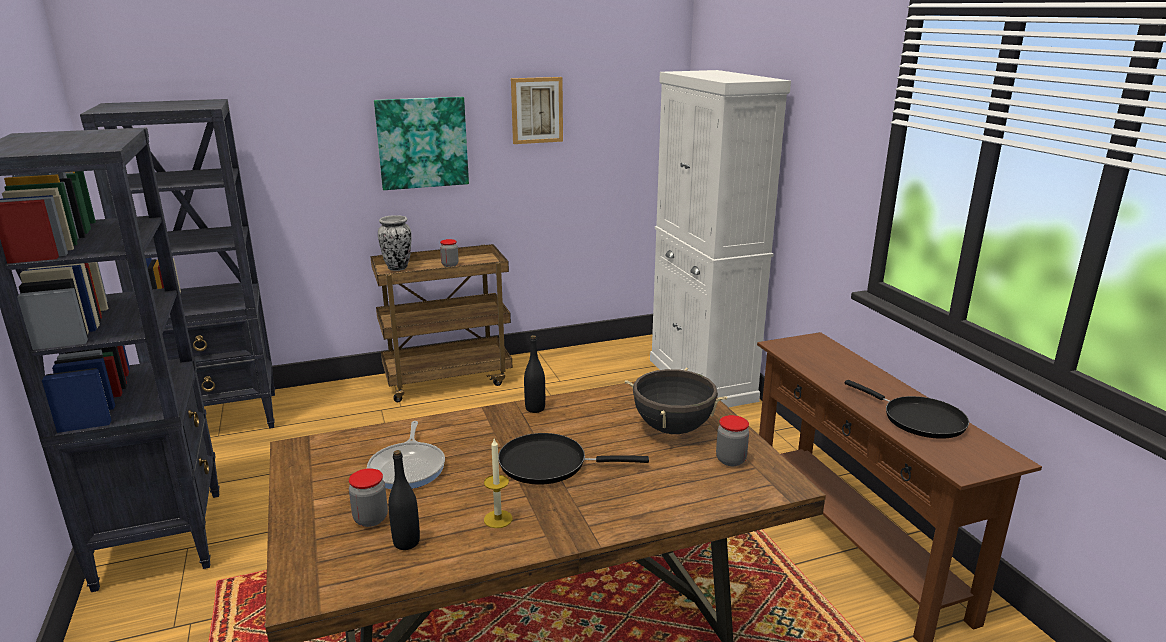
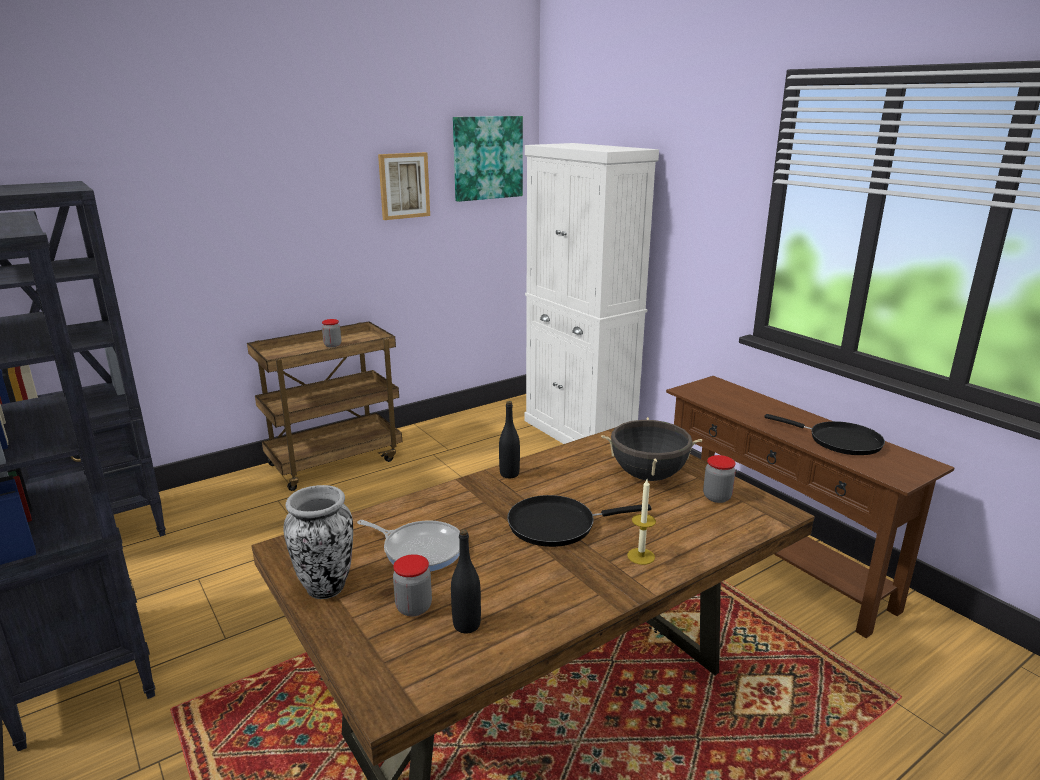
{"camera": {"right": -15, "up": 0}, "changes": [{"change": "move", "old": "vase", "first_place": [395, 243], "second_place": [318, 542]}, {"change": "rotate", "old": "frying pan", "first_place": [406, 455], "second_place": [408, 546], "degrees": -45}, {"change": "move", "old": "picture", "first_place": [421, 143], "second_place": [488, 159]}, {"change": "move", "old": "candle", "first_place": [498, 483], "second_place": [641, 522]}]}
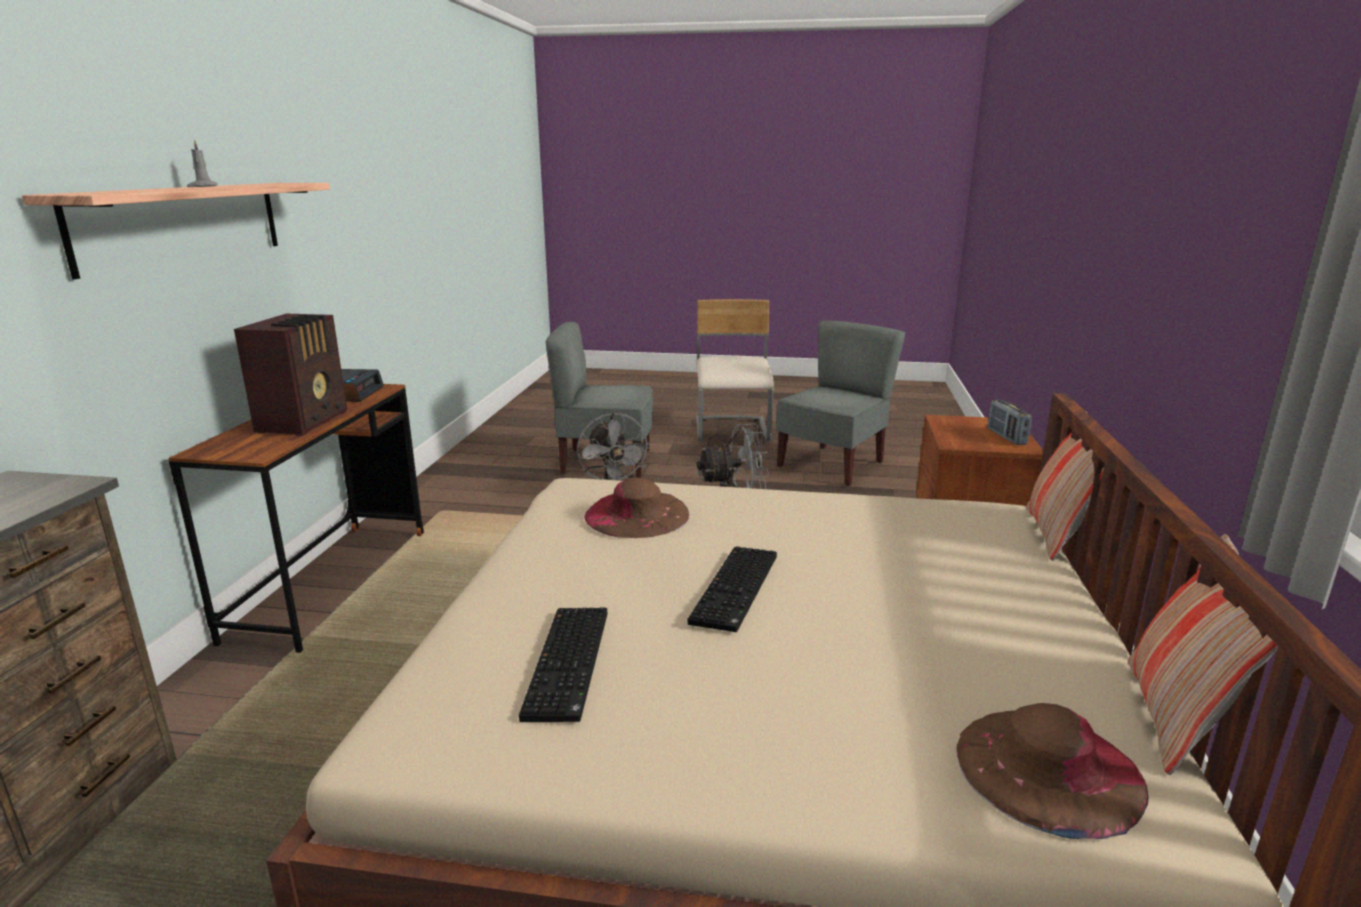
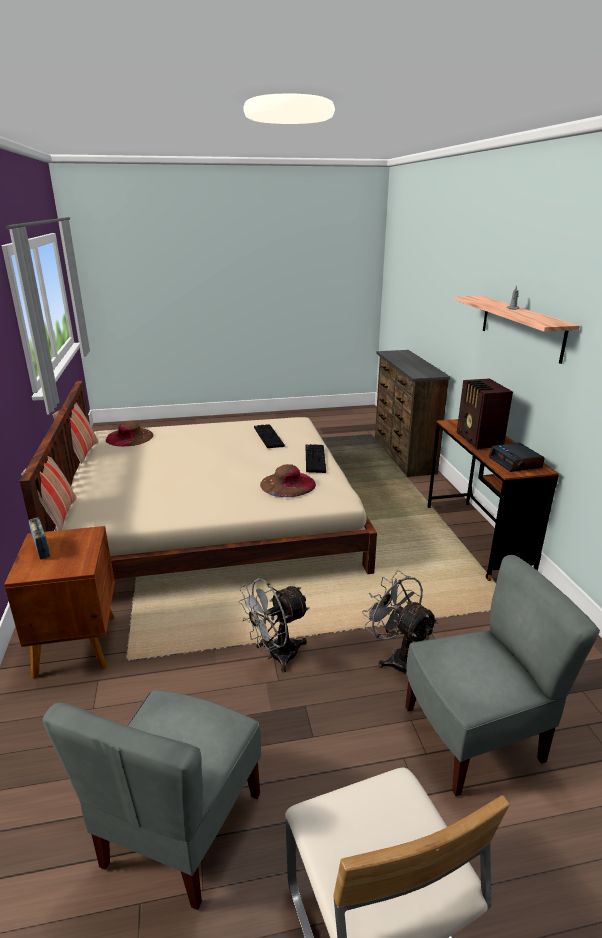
{"camera": {"right": 160, "up": 5}, "changes": [{"change": "move", "old": "keyboard", "first_place": [732, 589], "second_place": [316, 458]}]}
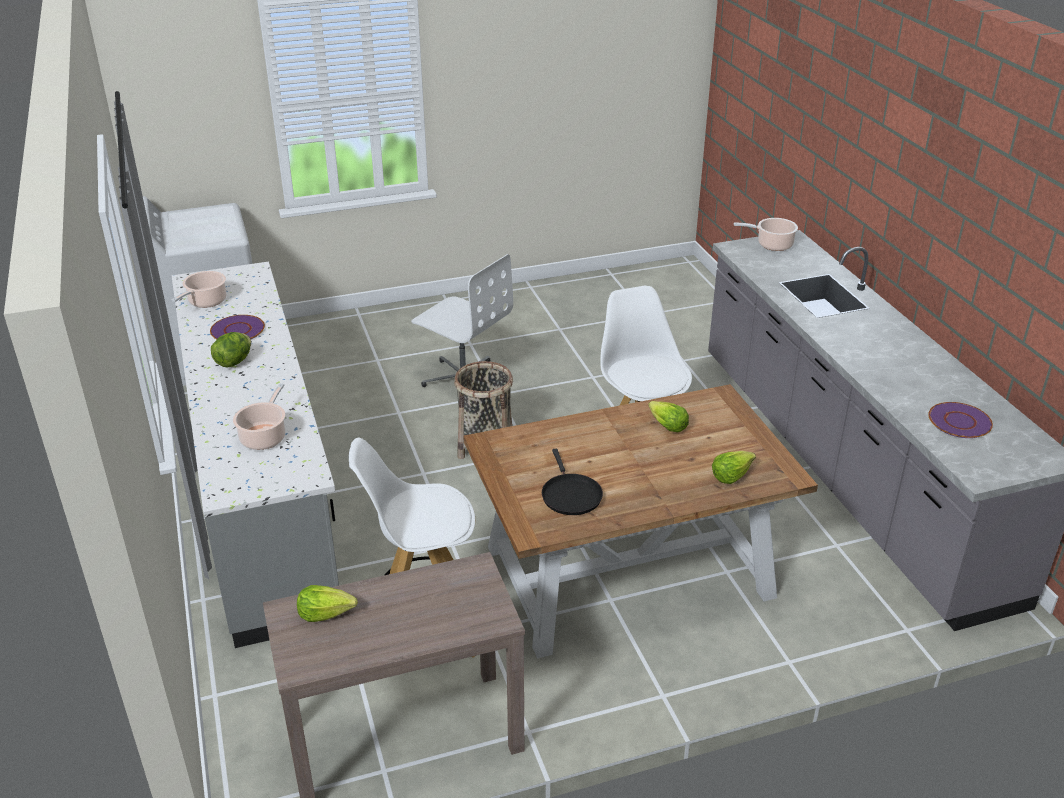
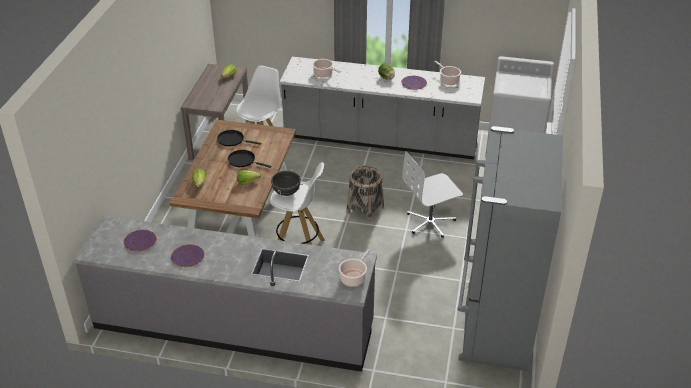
{"camera": {"right": 120, "up": 5}, "changes": [{"change": "insert", "new": "purple plate", "second_place": [188, 255]}, {"change": "insert", "new": "black frying pan", "second_place": [250, 159]}, {"change": "insert", "new": "black cooking pot", "second_place": [286, 183]}, {"change": "insert", "new": "grey fridge", "second_place": [510, 248]}]}
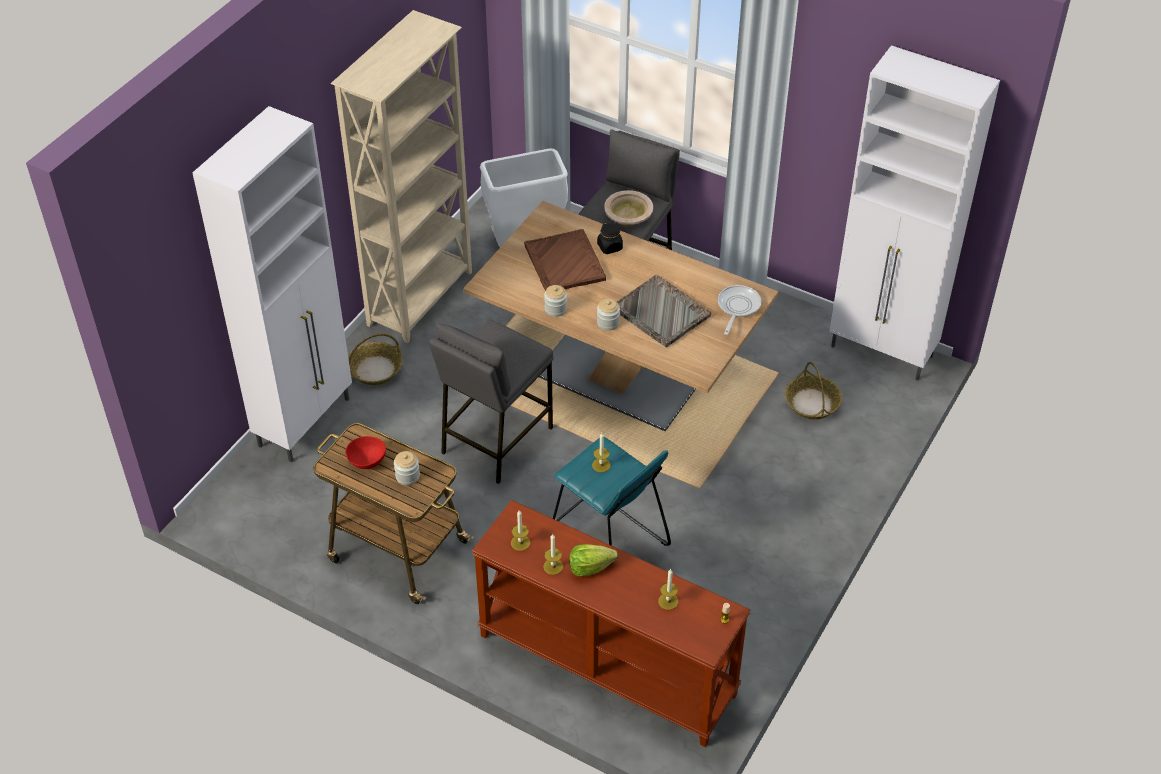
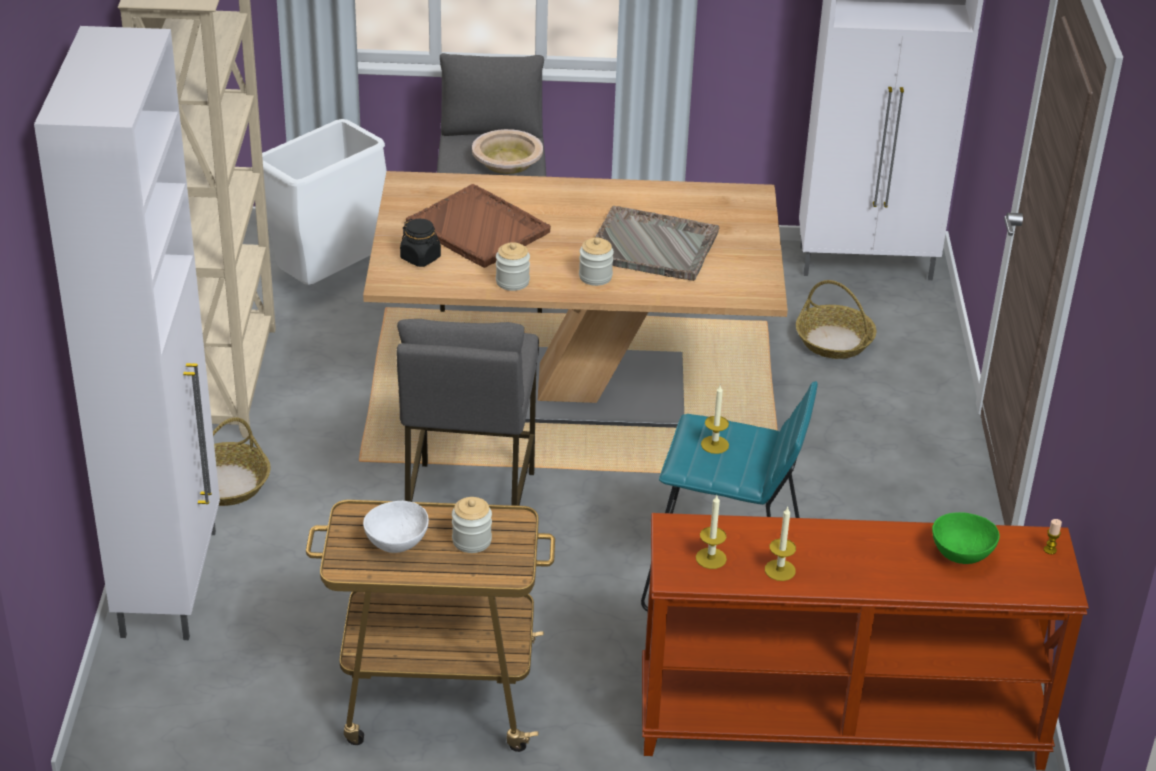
{"camera": {"right": -30, "up": -10}, "changes": [{"change": "recolor", "old": "red bowl", "new": "white bowl", "first_place": [366, 452], "second_place": [396, 527]}, {"change": "move", "old": "black jar", "first_place": [610, 238], "second_place": [420, 243]}, {"change": "replace", "old": "candle", "new": "green bowl", "first_place": [668, 589], "second_place": [966, 538]}, {"change": "delete", "old": "lettuce", "first_place": [593, 560]}, {"change": "delete", "old": "frying pan", "first_place": [739, 310]}]}
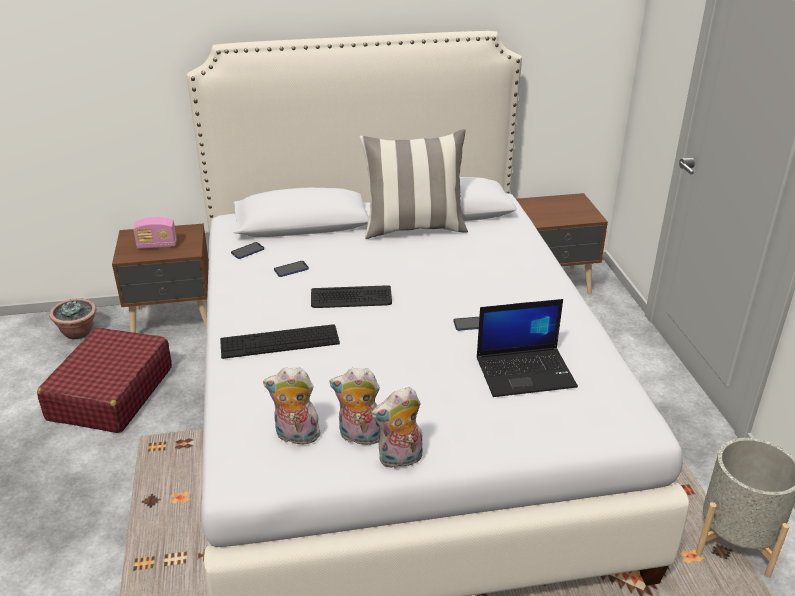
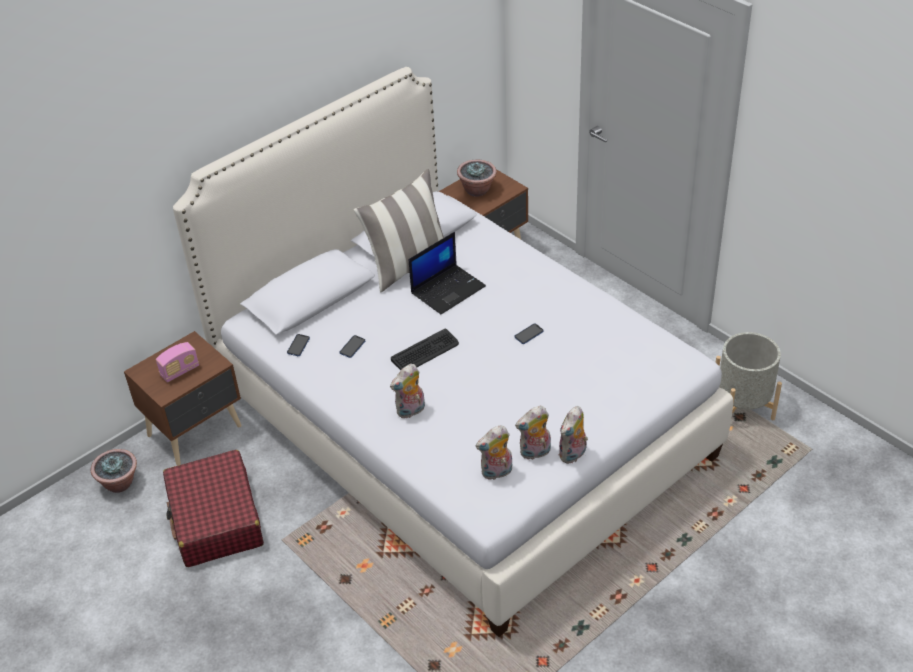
{"camera": {"right": -30, "up": 10}, "changes": [{"change": "replace", "old": "keyboard", "new": "plush toy", "first_place": [280, 341], "second_place": [407, 391]}, {"change": "move", "old": "laptop", "first_place": [527, 348], "second_place": [447, 273]}, {"change": "insert", "new": "potted plant", "second_place": [477, 178]}]}
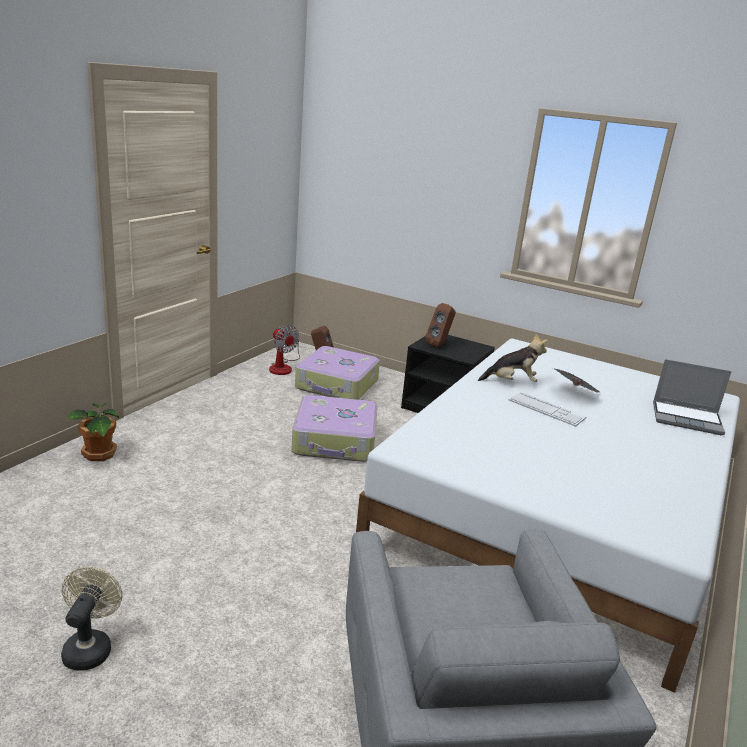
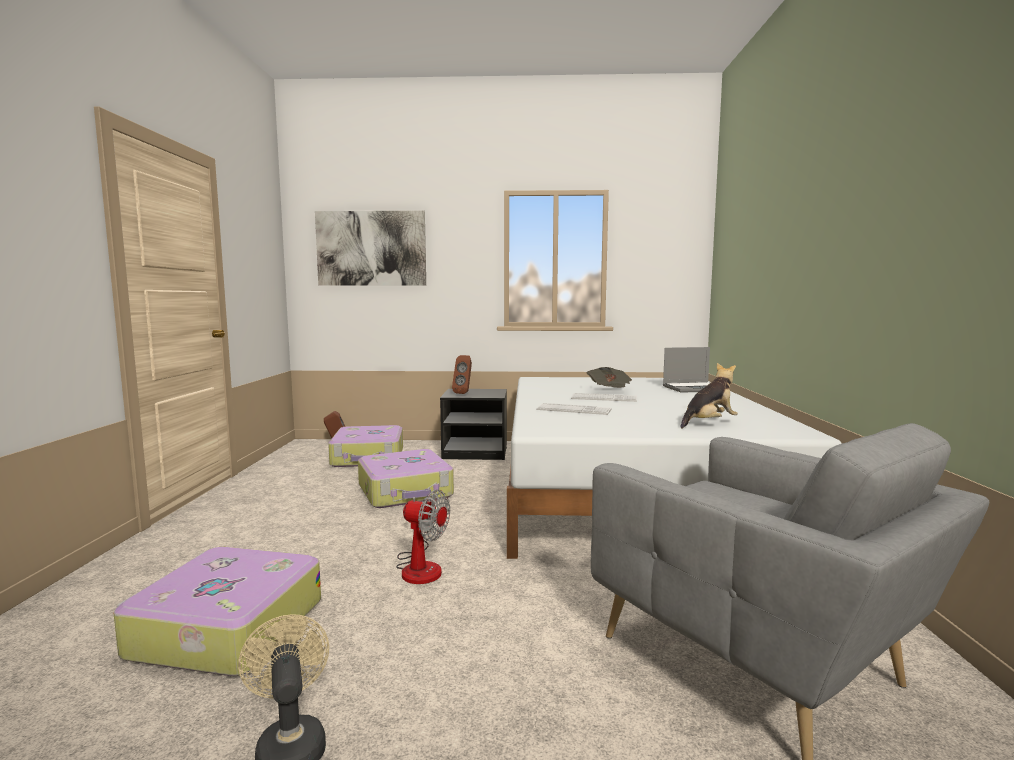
{"camera": {"right": -25, "up": -15}, "changes": [{"change": "insert", "new": "suitcase", "second_place": [217, 611]}, {"change": "insert", "new": "picture", "second_place": [370, 248]}, {"change": "move", "old": "fan", "first_place": [284, 350], "second_place": [423, 537]}, {"change": "insert", "new": "keyboard", "second_place": [574, 409]}, {"change": "move", "old": "plush toy", "first_place": [513, 358], "second_place": [709, 396]}, {"change": "delete", "old": "potted plant", "first_place": [92, 432]}]}
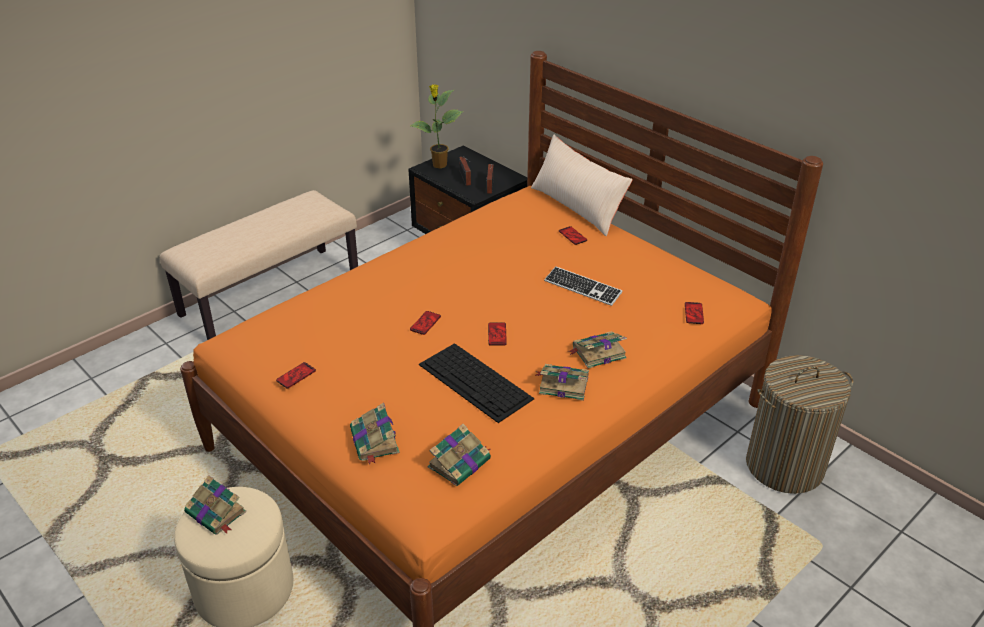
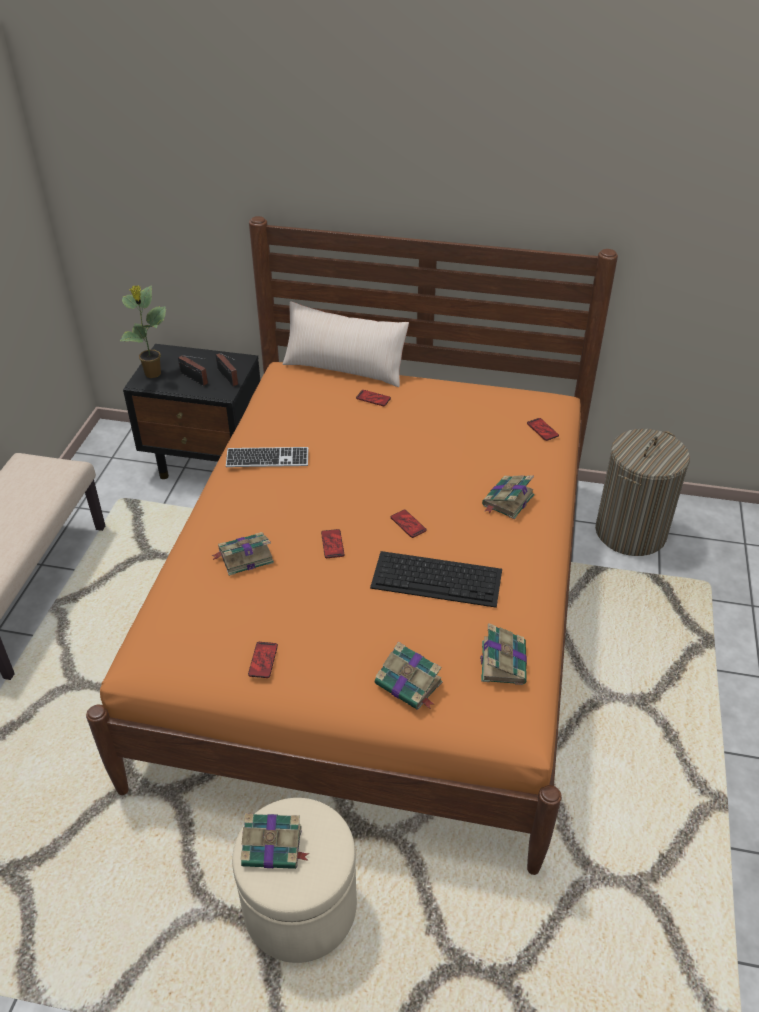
{"camera": {"right": -35, "up": 5}, "changes": [{"change": "move", "old": "book", "first_place": [562, 382], "second_place": [242, 554]}, {"change": "move", "old": "keyboard", "first_place": [583, 286], "second_place": [267, 457]}]}
